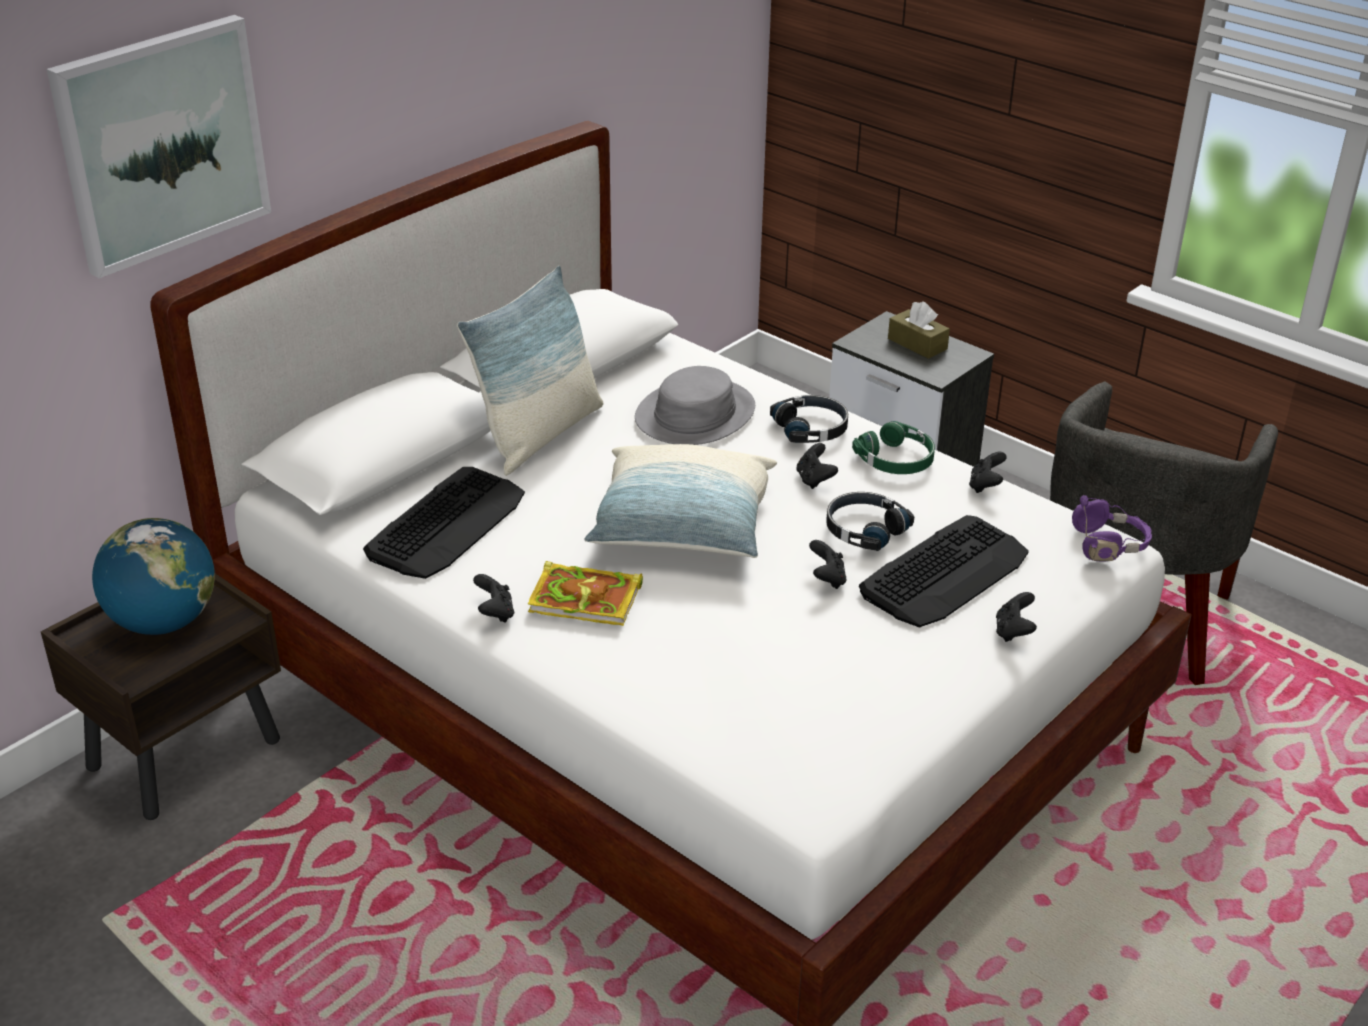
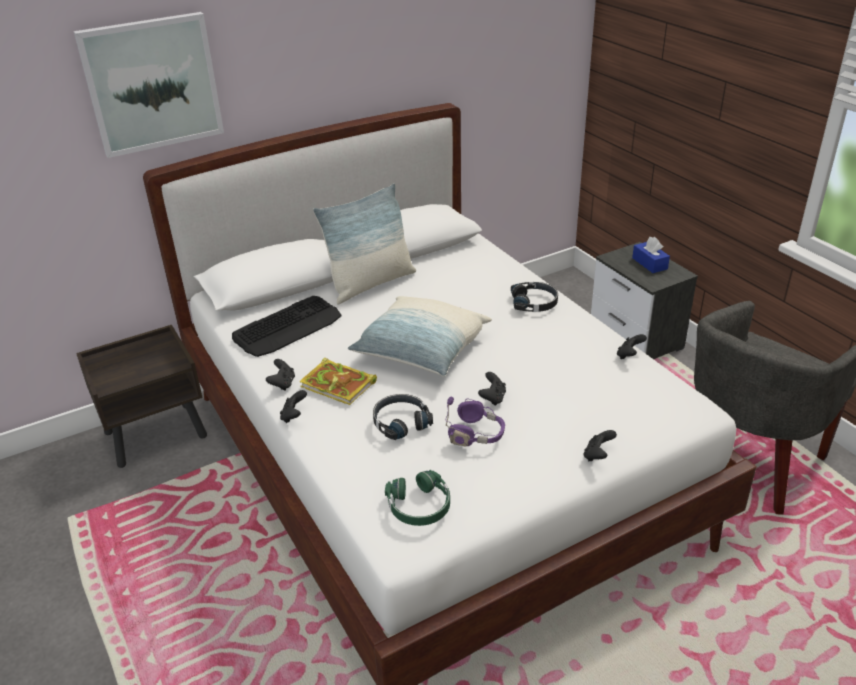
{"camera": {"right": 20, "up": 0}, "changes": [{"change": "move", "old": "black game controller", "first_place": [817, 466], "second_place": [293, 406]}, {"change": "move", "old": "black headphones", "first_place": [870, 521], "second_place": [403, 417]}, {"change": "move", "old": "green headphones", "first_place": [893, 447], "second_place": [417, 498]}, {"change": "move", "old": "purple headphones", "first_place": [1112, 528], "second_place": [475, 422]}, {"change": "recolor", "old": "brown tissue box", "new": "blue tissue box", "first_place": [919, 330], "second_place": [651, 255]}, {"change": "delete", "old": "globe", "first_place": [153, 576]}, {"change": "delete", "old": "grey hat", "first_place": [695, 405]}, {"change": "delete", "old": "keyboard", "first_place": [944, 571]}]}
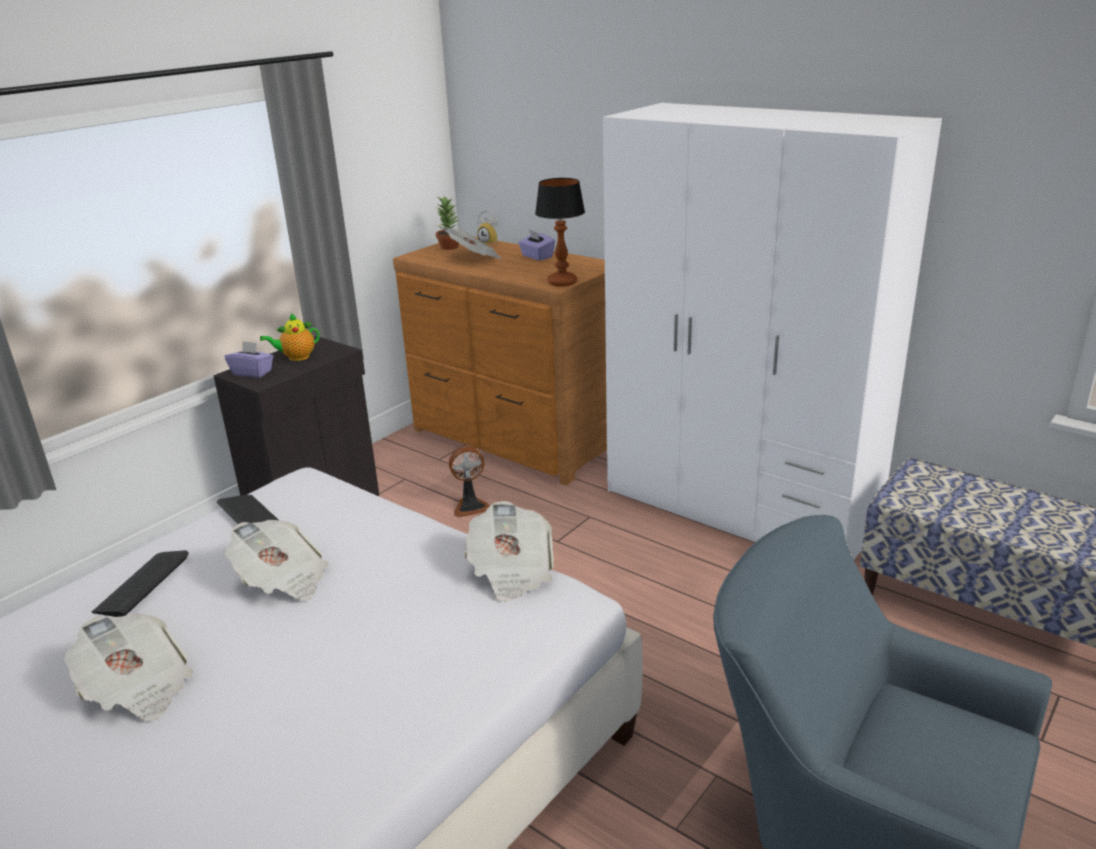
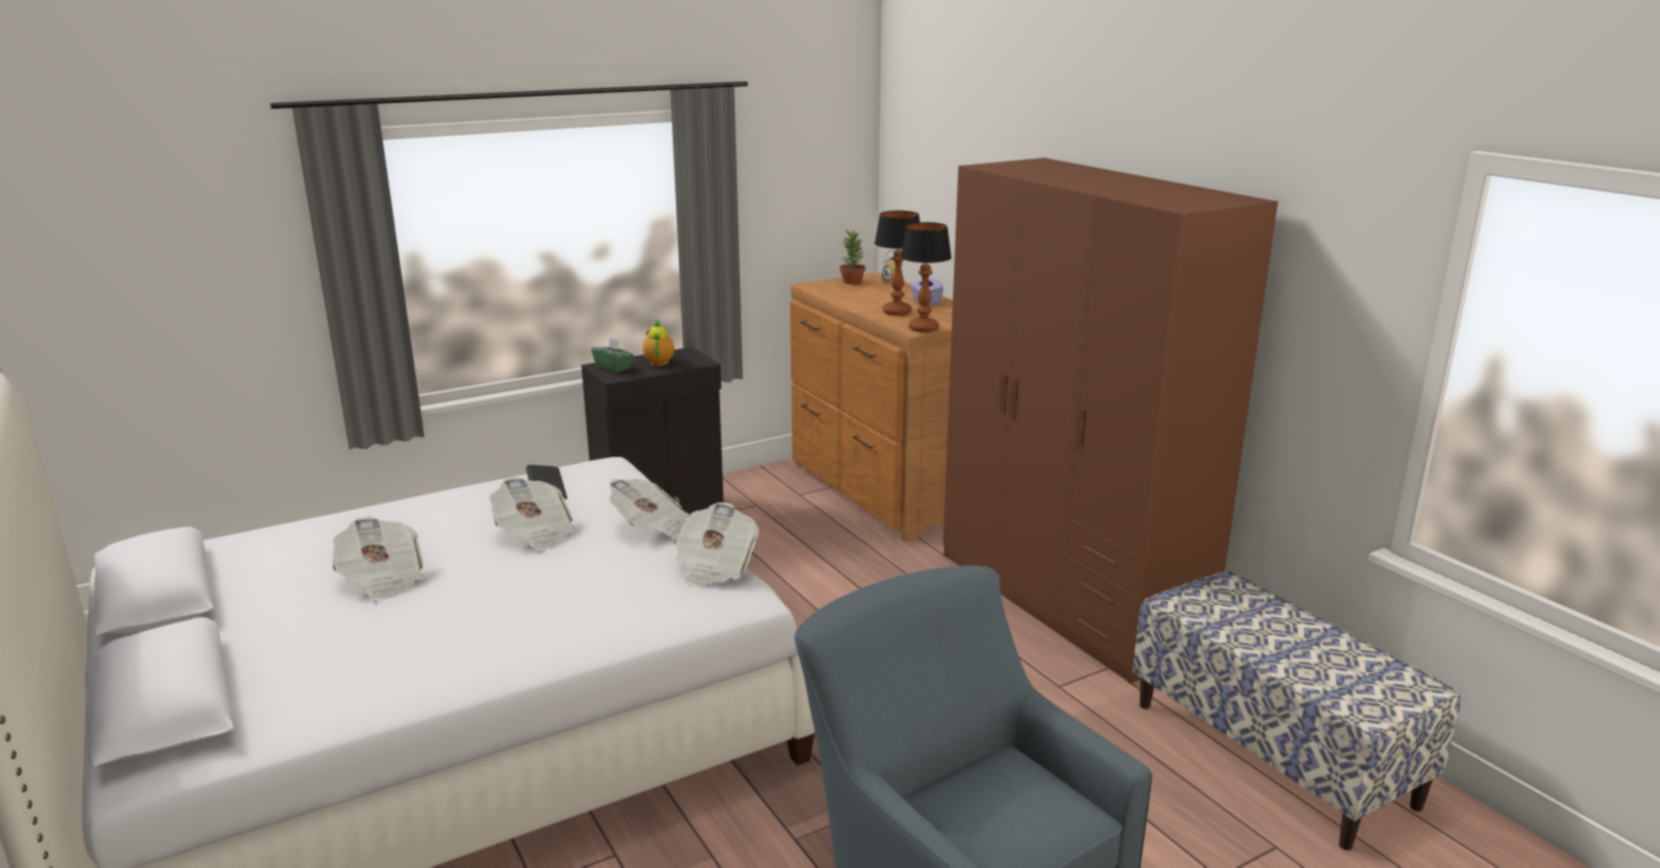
{"camera": {"right": 20, "up": -5}, "changes": [{"change": "recolor", "old": "purple tissue box", "new": "green tissue box", "first_place": [249, 359], "second_place": [612, 355]}, {"change": "move", "old": "newspaper", "first_place": [471, 243], "second_place": [649, 508]}, {"change": "rotate", "old": "teapot", "first_place": [290, 337], "second_place": [658, 342], "degrees": 90}, {"change": "insert", "new": "table lamp", "second_place": [897, 263]}, {"change": "recolor", "old": "white wardrobe", "new": "brown wardrobe", "first_place": [772, 331], "second_place": [1110, 421]}, {"change": "delete", "old": "keyboard", "first_place": [140, 583]}, {"change": "delete", "old": "fan", "first_place": [469, 481]}]}
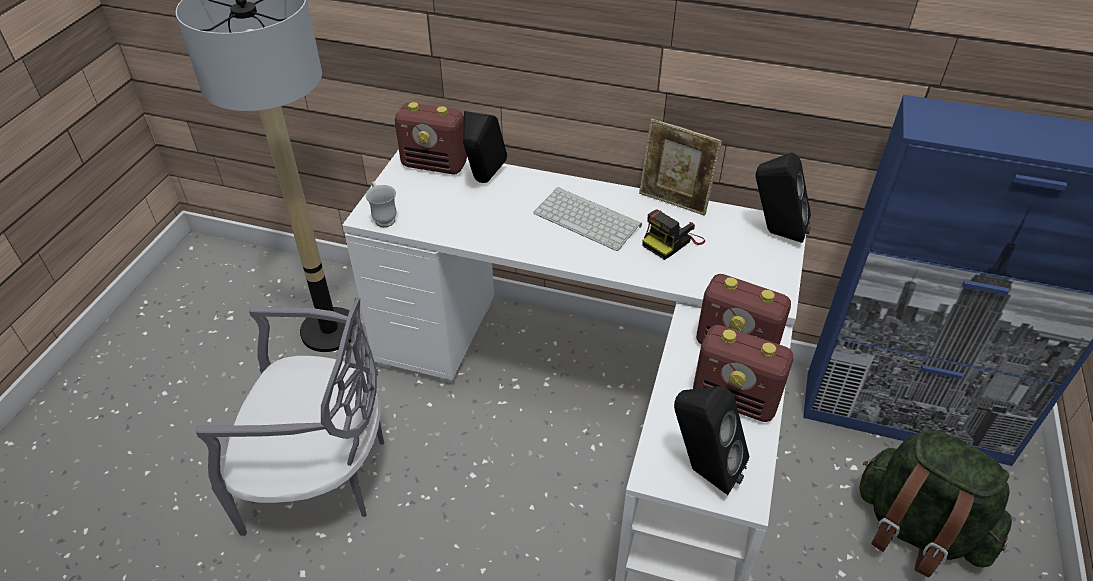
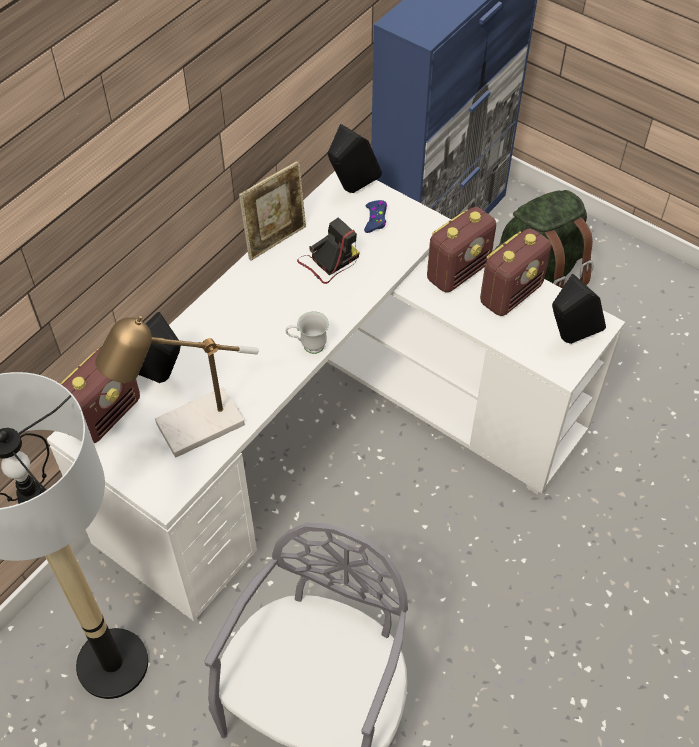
{"camera": {"right": -70, "up": 10}, "changes": [{"change": "insert", "new": "table lamp", "second_place": [177, 387]}, {"change": "move", "old": "white mug", "first_place": [381, 204], "second_place": [307, 332]}, {"change": "rotate", "old": "photo camera", "first_place": [673, 234], "second_place": [328, 250], "degrees": -105}, {"change": "insert", "new": "blue game controller", "second_place": [375, 216]}, {"change": "delete", "old": "keyboard", "first_place": [587, 219]}]}
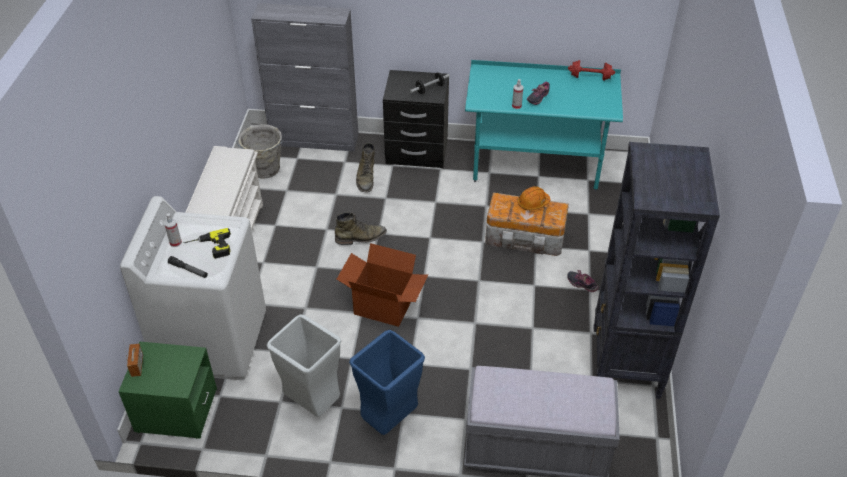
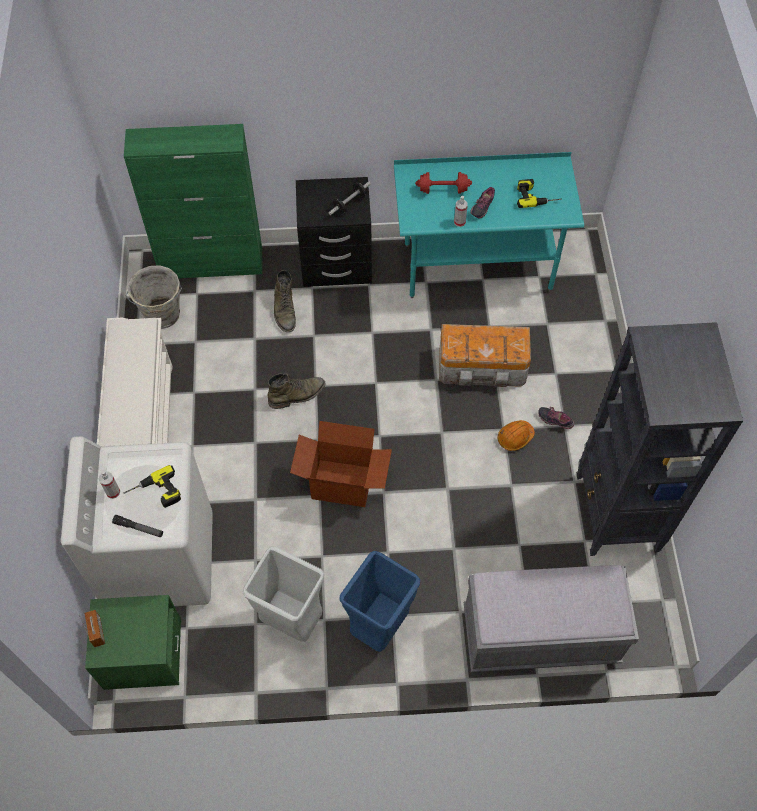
{"camera": {"right": -10, "up": 15}, "changes": [{"change": "recolor", "old": "grey cabinet", "new": "green cabinet", "first_place": [305, 77], "second_place": [193, 201]}, {"change": "move", "old": "red dumbbell", "first_place": [591, 70], "second_place": [443, 183]}, {"change": "move", "old": "orange hard hat", "first_place": [533, 198], "second_place": [516, 435]}, {"change": "insert", "new": "power drill", "second_place": [539, 193]}]}
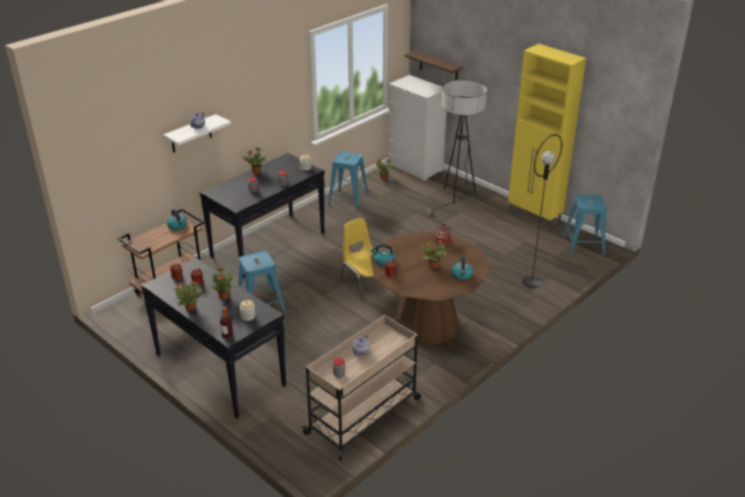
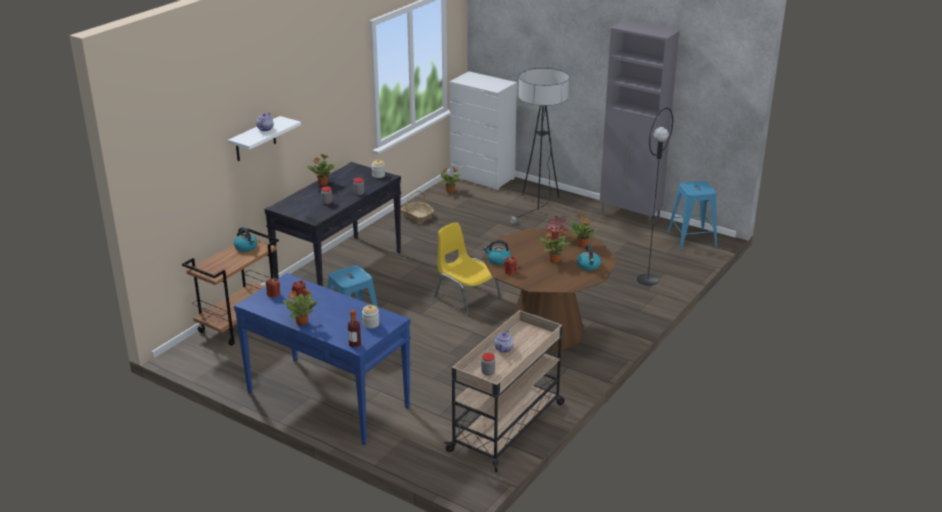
{"camera": {"right": -10, "up": -5}, "changes": [{"change": "recolor", "old": "black console table", "new": "blue console table", "first_place": [213, 338], "second_place": [322, 359]}, {"change": "replace", "old": "blue stool", "new": "basket", "first_place": [348, 181], "second_place": [417, 207]}, {"change": "move", "old": "potted plant", "first_place": [223, 284], "second_place": [585, 230]}, {"change": "recolor", "old": "yellow cabinet", "new": "grey cabinet", "first_place": [547, 136], "second_place": [640, 124]}, {"change": "delete", "old": "shelf", "first_place": [434, 65]}]}
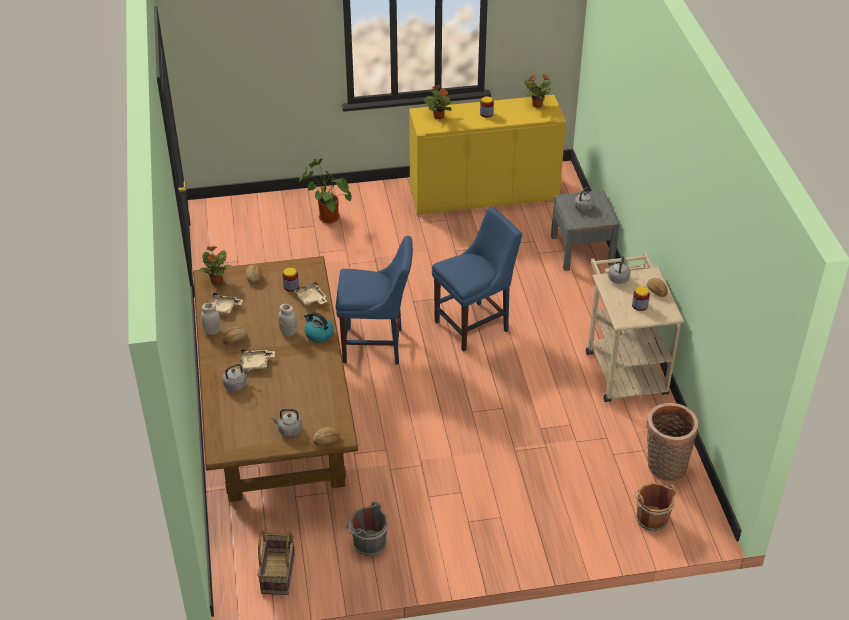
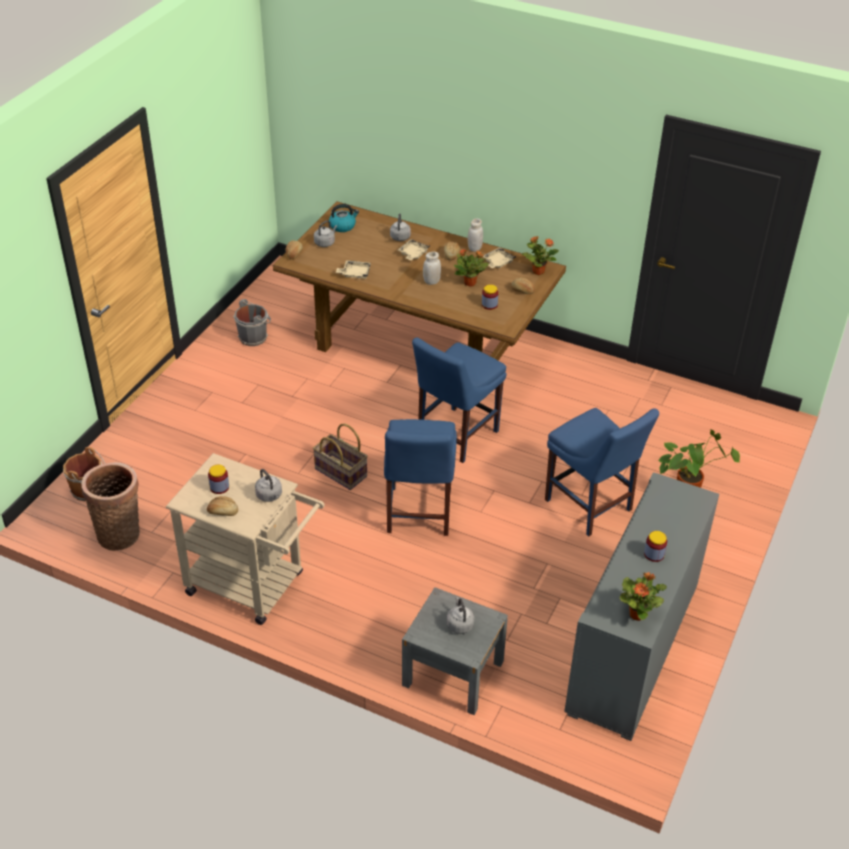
{"camera": {"right": 125, "up": 0}, "changes": [{"change": "move", "old": "basket", "first_place": [276, 562], "second_place": [340, 457]}, {"change": "move", "old": "kettle", "first_place": [319, 327], "second_place": [344, 218]}, {"change": "move", "old": "beige tray", "first_place": [310, 293], "second_place": [353, 269]}, {"change": "move", "old": "potted plant", "first_place": [438, 102], "second_place": [471, 267]}, {"change": "insert", "new": "blue chair", "second_place": [602, 472]}, {"change": "recolor", "old": "yellow cabinet", "new": "grey cabinet", "first_place": [487, 155], "second_place": [641, 606]}]}
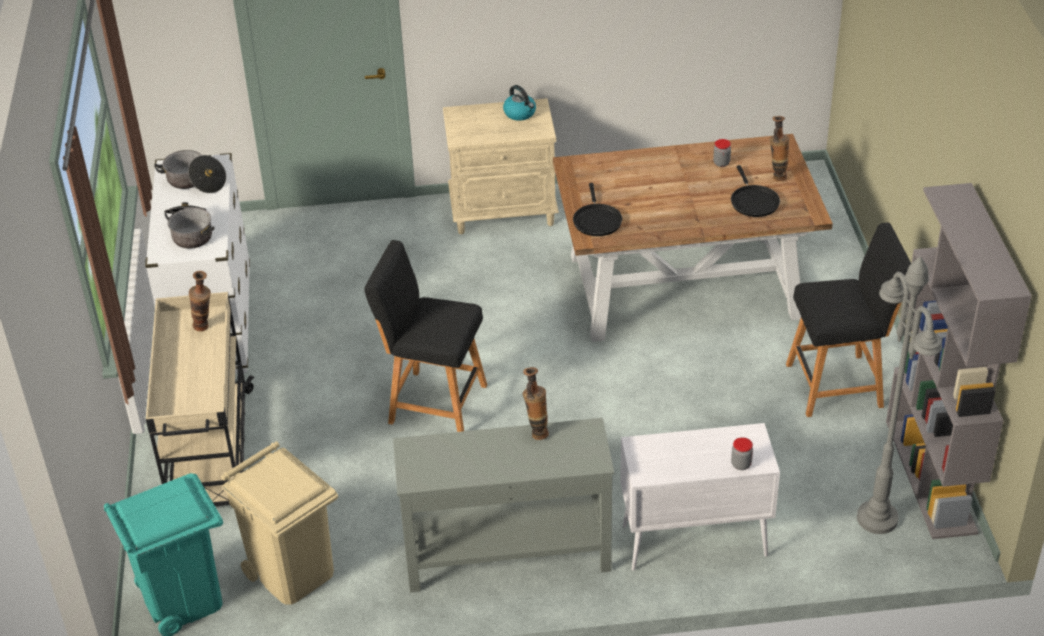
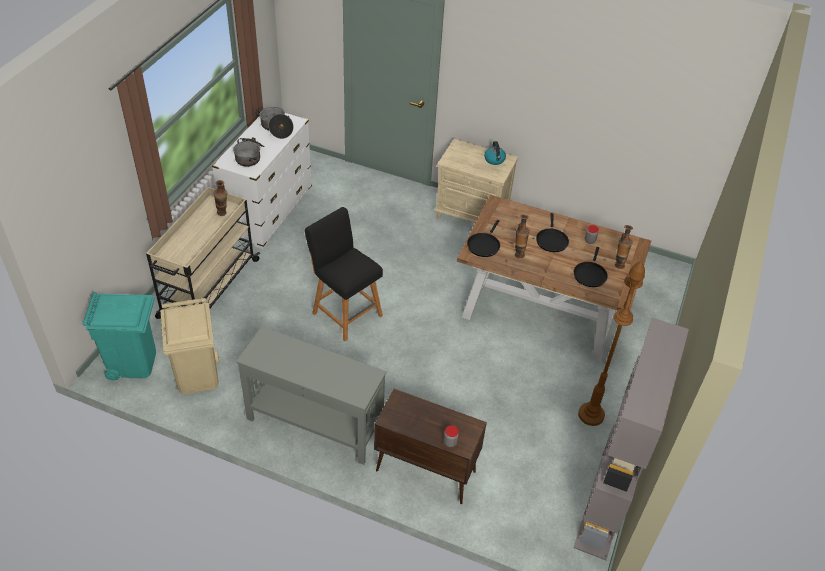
{"camera": {"right": 25, "up": 5}, "changes": [{"change": "recolor", "old": "white cabinet", "new": "brown cabinet", "first_place": [700, 497], "second_place": [430, 446]}, {"change": "move", "old": "vase", "first_place": [536, 403], "second_place": [522, 236]}, {"change": "insert", "new": "black frying pan", "second_place": [552, 232]}, {"change": "replace", "old": "black stool", "new": "brown floor lamp", "first_place": [848, 319], "second_place": [611, 343]}, {"change": "delete", "old": "grey floor lamp", "first_place": [899, 395]}]}
